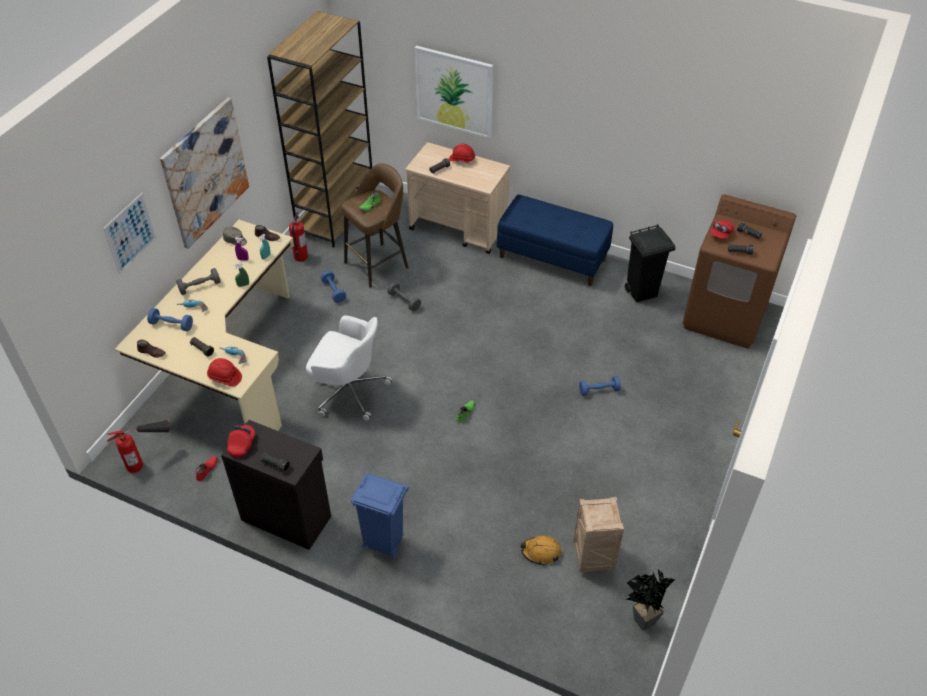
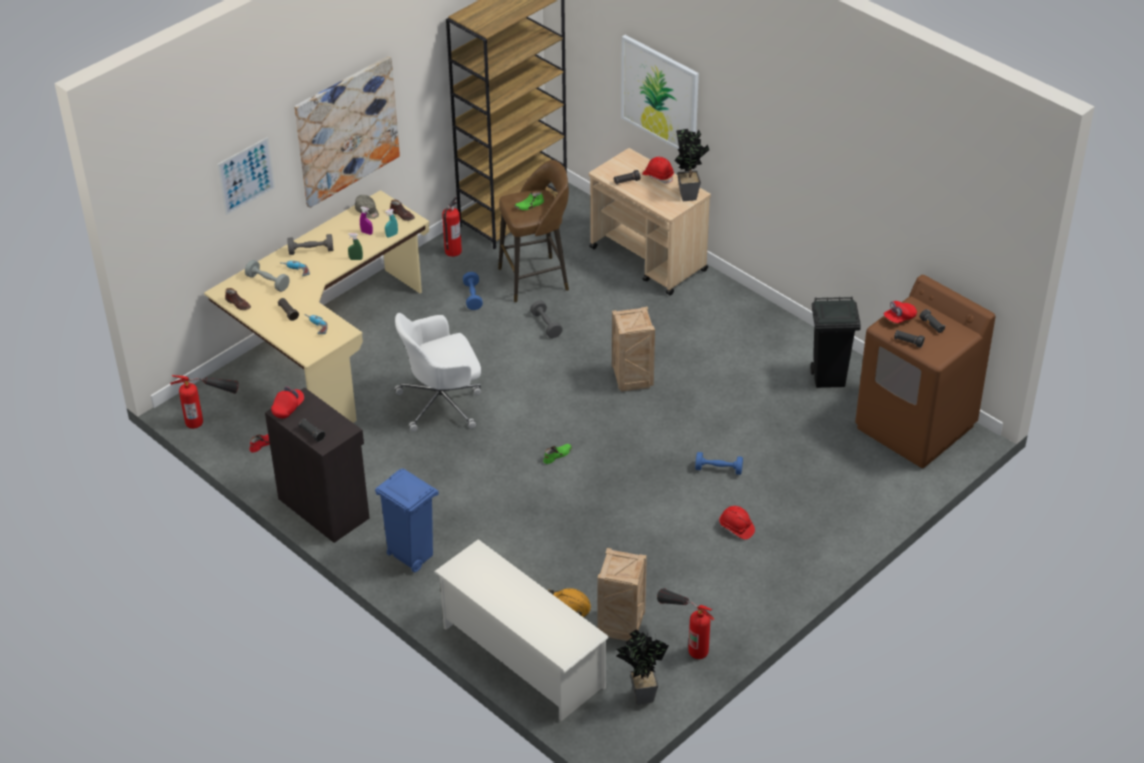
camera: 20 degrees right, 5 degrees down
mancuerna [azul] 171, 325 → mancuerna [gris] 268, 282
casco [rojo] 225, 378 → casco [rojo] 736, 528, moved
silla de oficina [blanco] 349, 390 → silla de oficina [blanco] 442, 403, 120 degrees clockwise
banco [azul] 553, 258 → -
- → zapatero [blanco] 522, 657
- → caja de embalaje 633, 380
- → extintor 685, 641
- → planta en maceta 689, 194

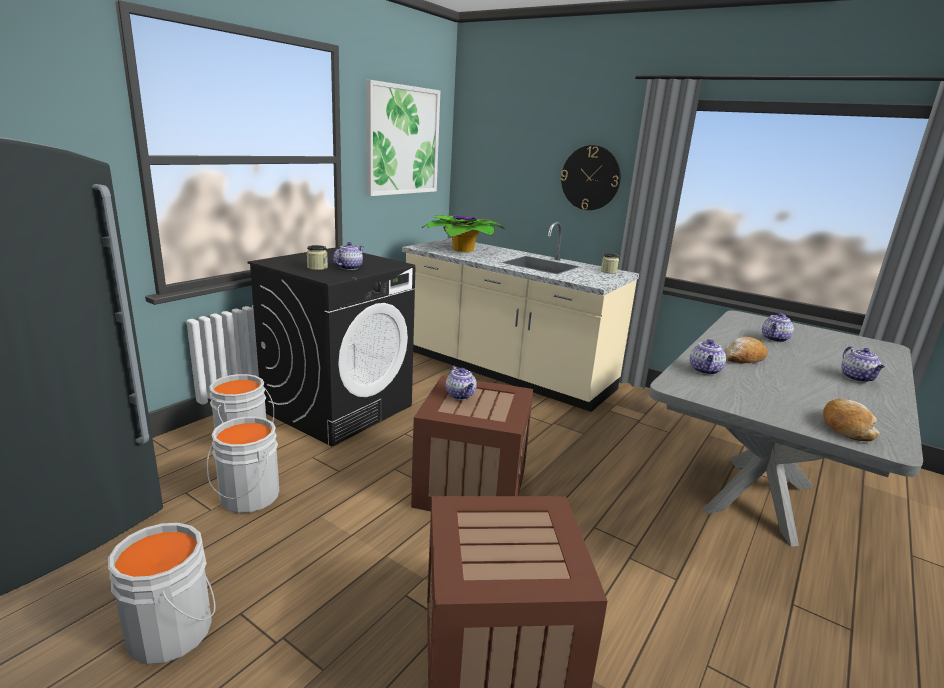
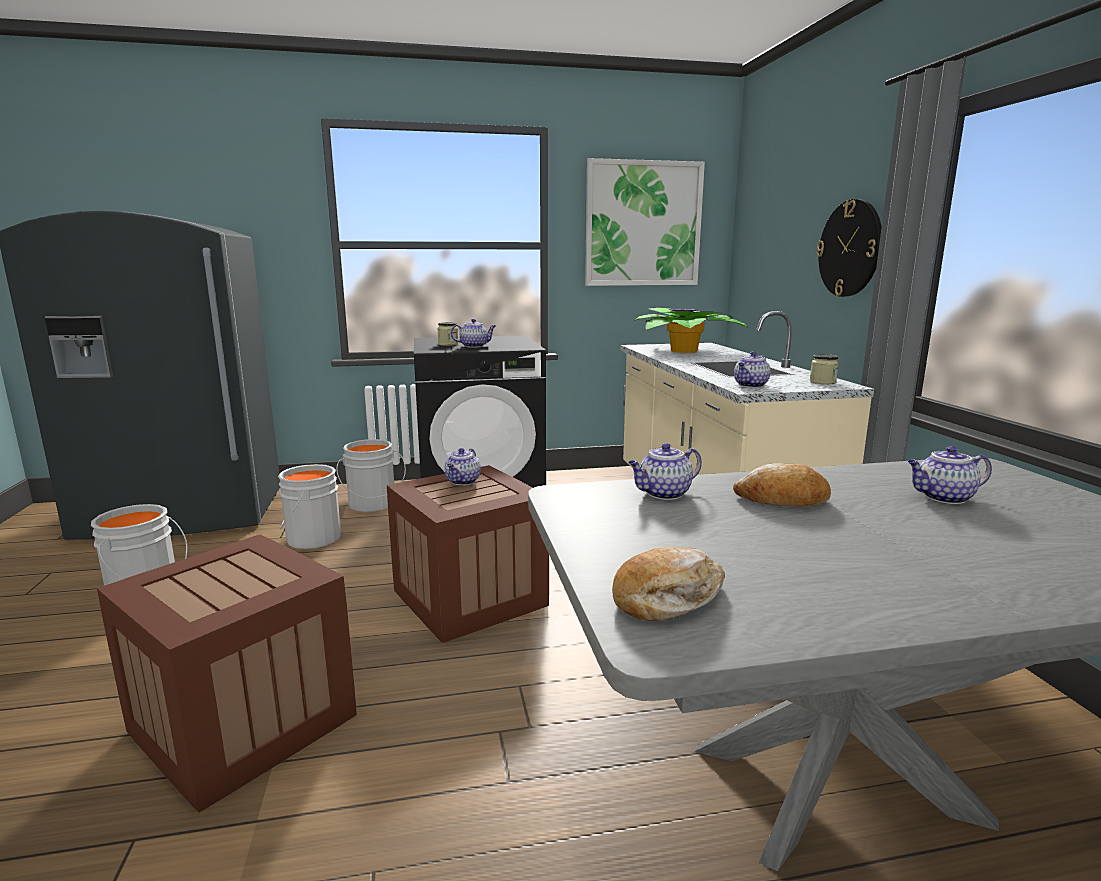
camera: 45 degrees right, 5 degrees down
tetera 858, 378 → tetera 751, 385, moved

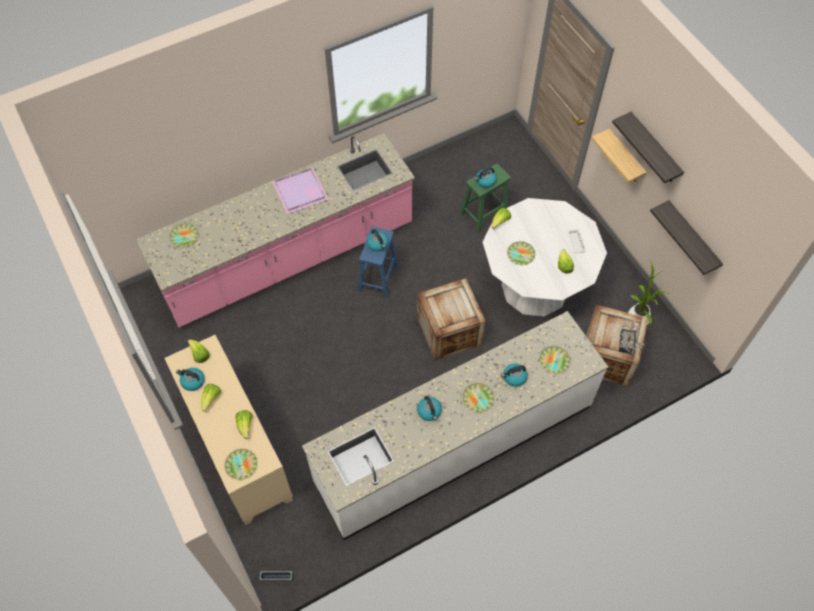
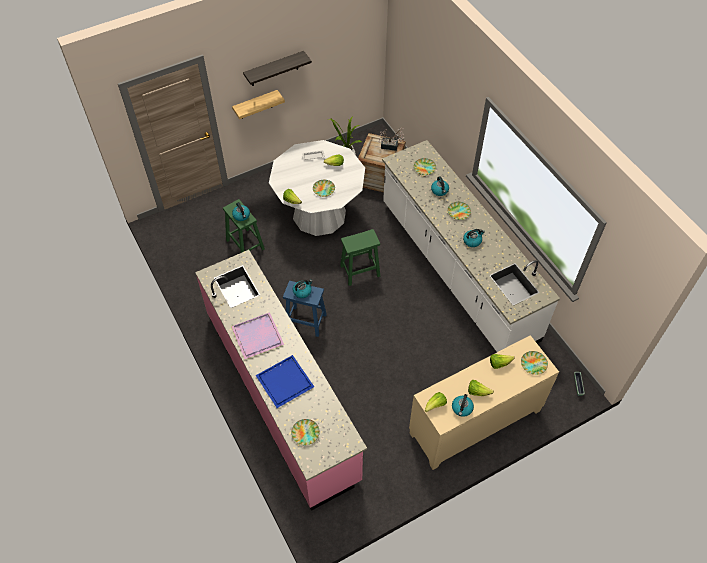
camera: 90 degrees left, 5 degrees down
caja de embalaje 449, 331 → taburete [verde] 359, 271
estante 692, 238 → -
- → bandeja [azul] 285, 381

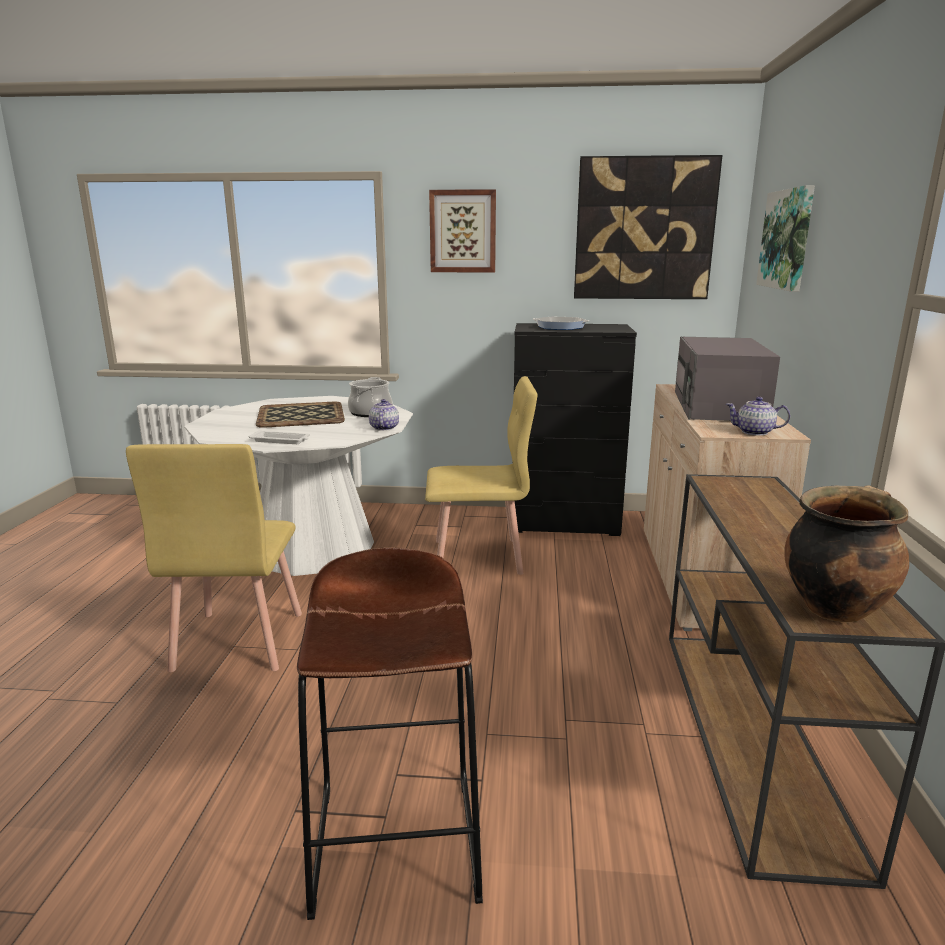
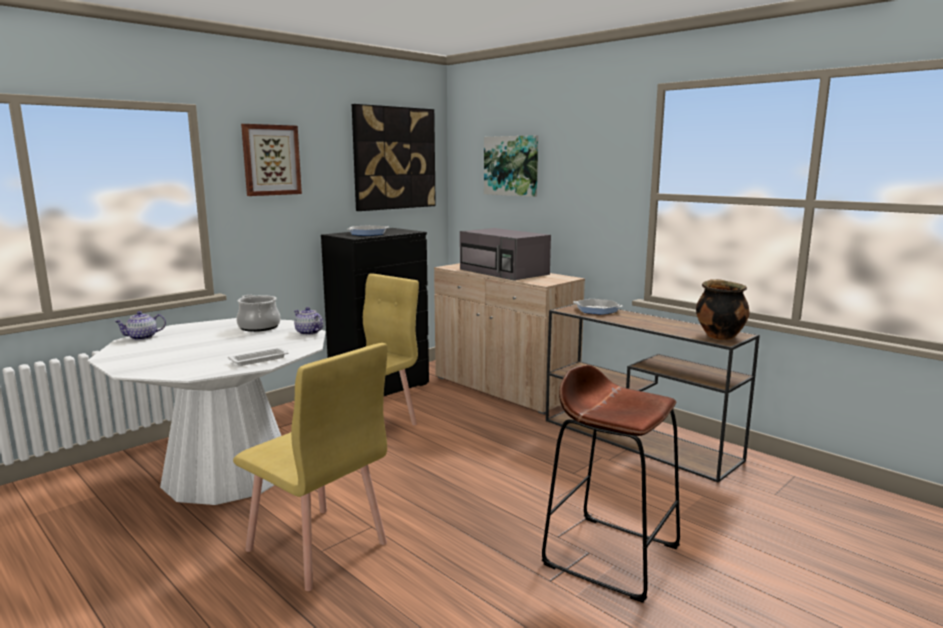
camera: 50 degrees left, 5 degrees down
bandeja 300, 415 → -
tetera 755, 432 → tetera 142, 337, moved
- → sartén 597, 310

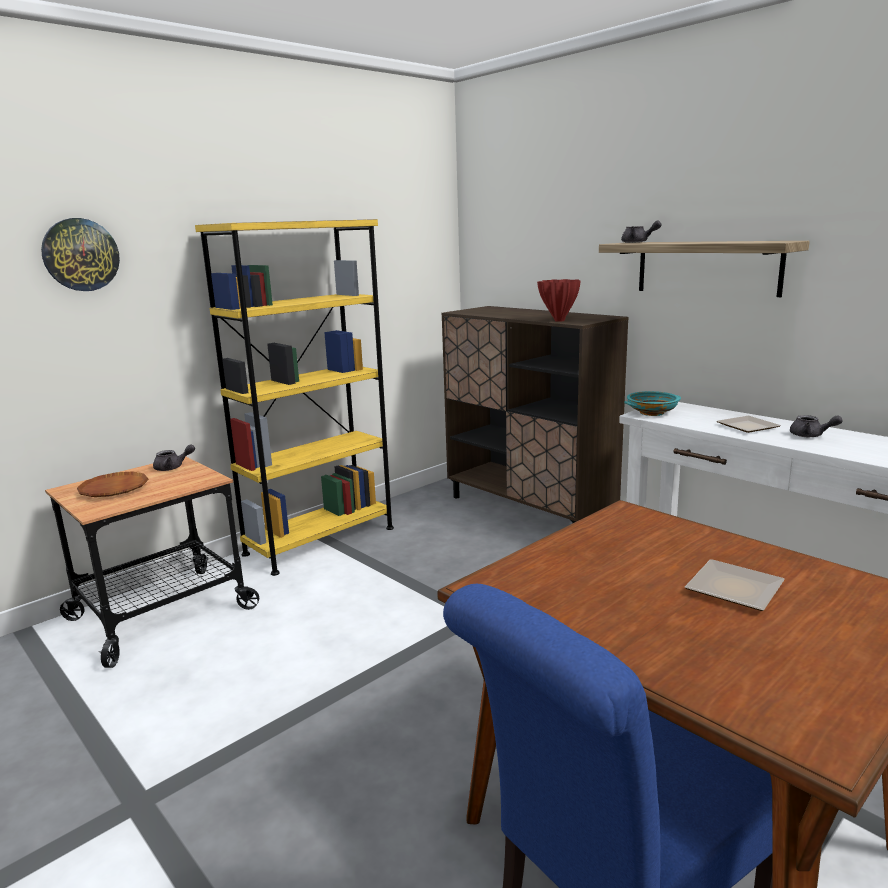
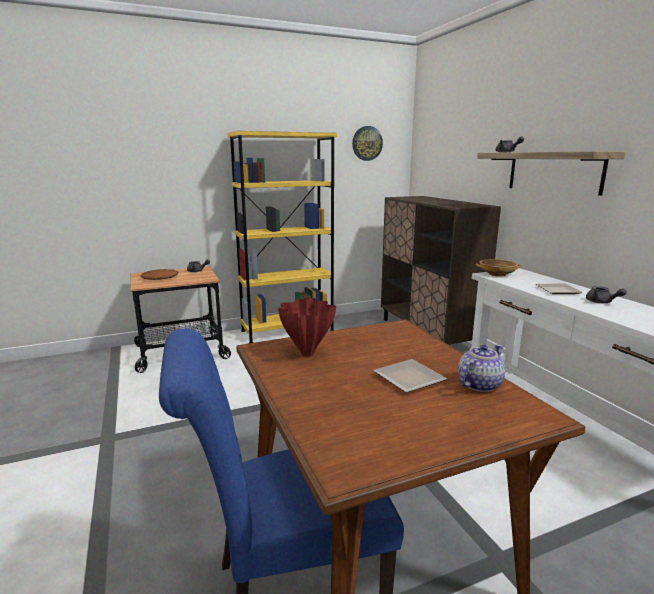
camera: 20 degrees right, 0 degrees up
reloj de pared 80, 255 → reloj de pared 367, 143, moved
florero [rojo] 559, 320 → florero [rojo] 307, 353, moved
cuenco [turquesa] 652, 412 → cuenco [beis] 497, 274
- → tetera 478, 384

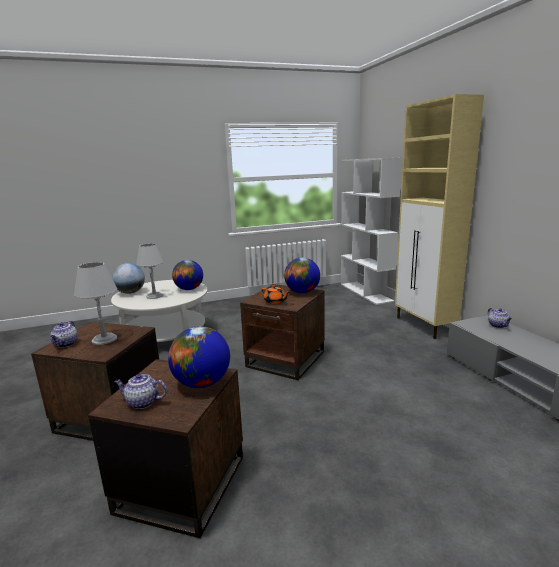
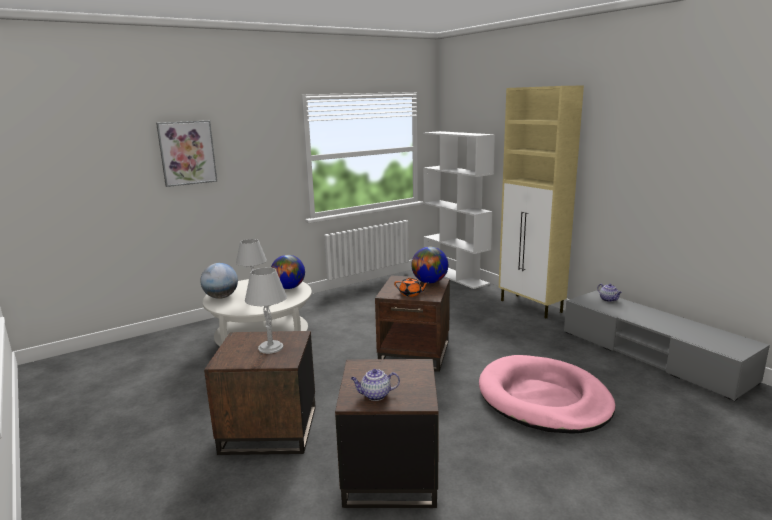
camera: 15 degrees left, 0 degrees up
tetera 65, 344 → -
globo terráqueo 202, 383 → -
- → cuadro 187, 153
- → cama para perro [rosa] 543, 399

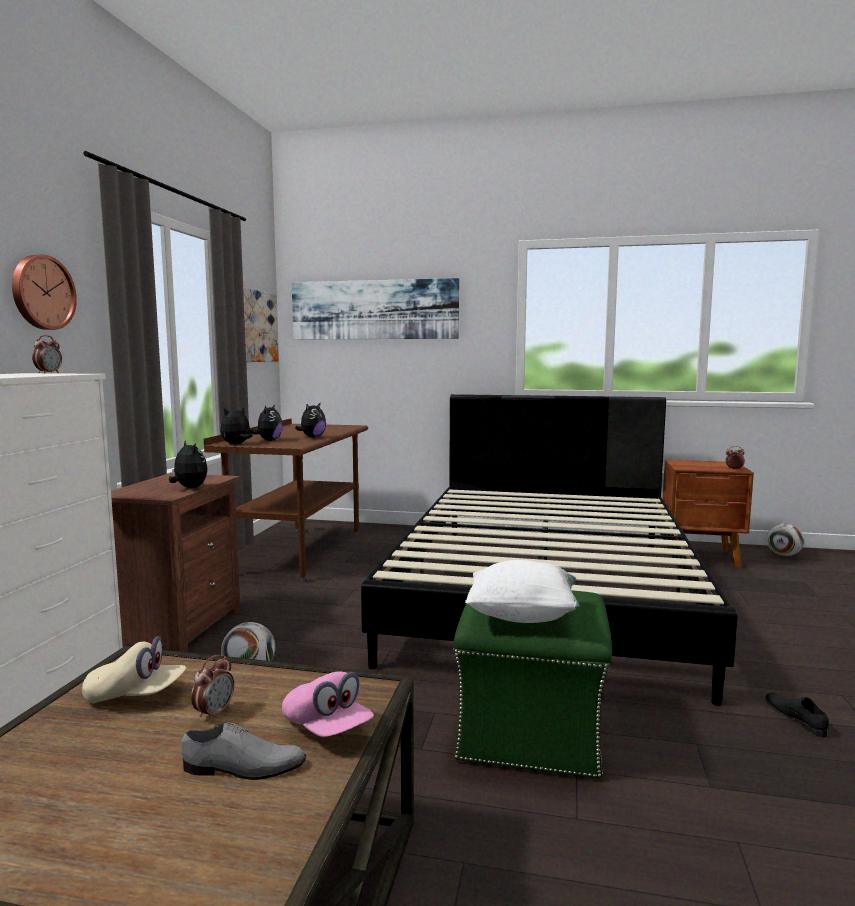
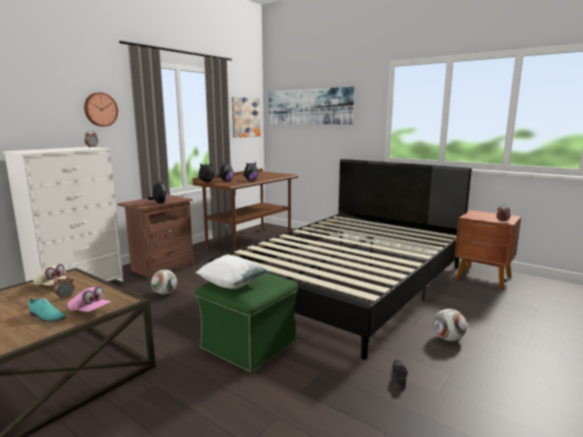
camera: 25 degrees right, 5 degrees up
zapato [gris] 243, 767 → zapato [turquesa] 46, 316
gorra [rosa] 327, 728 → gorra [rosa] 90, 311, 45 degrees counterclockwise
balón de fútbol 784, 555 → balón de fútbol 448, 339, moved

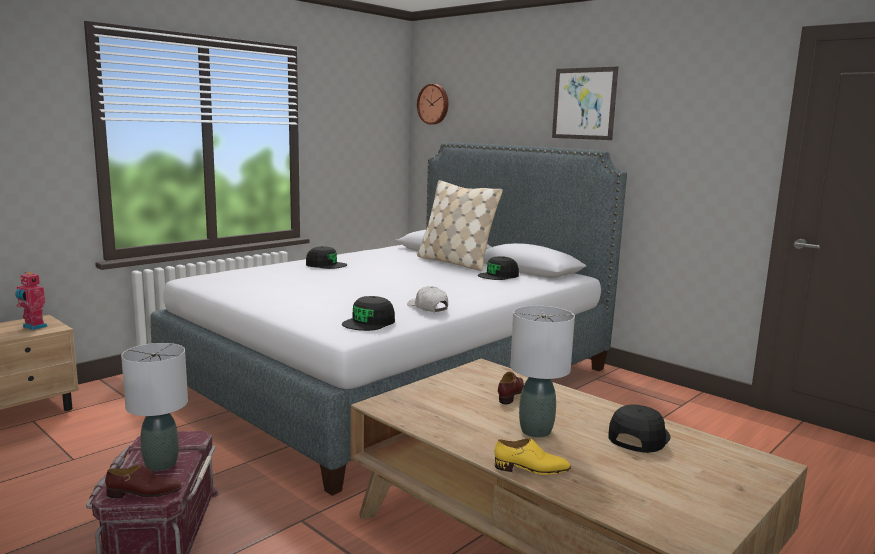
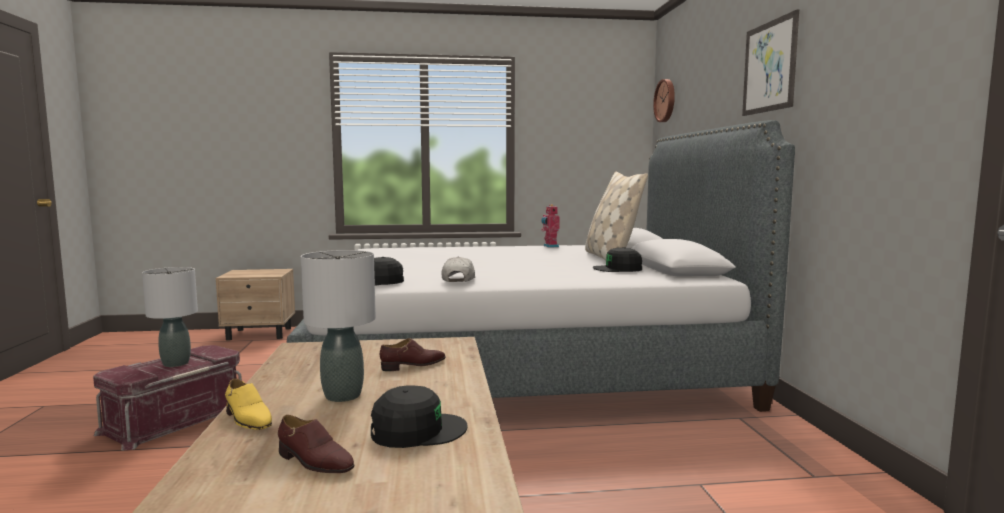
camera: 40 degrees right, 5 degrees down
robot de juguete 33, 327 → robot de juguete 550, 246, moved
zapato [marrón] 144, 493 → zapato [marrón] 314, 462, moved
gorra [negro] 326, 265 → -

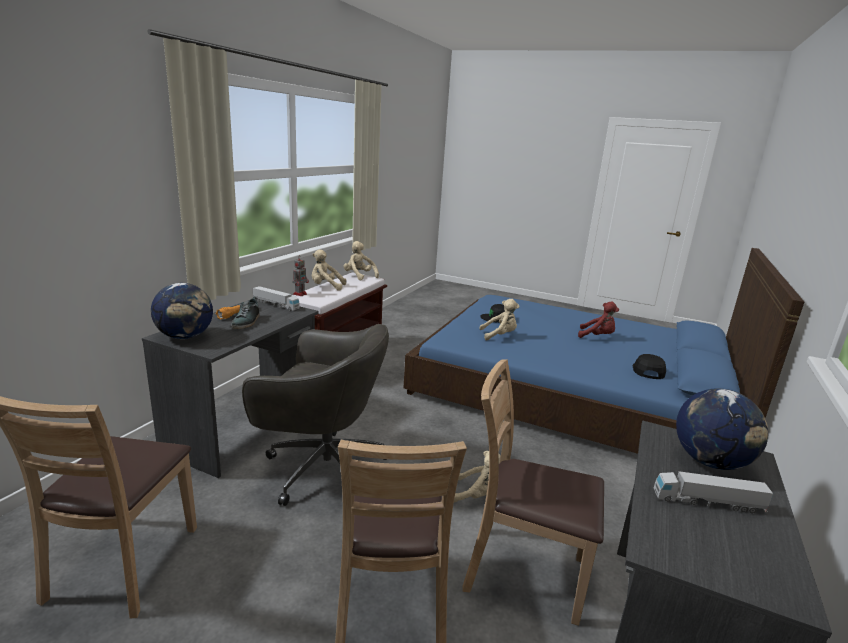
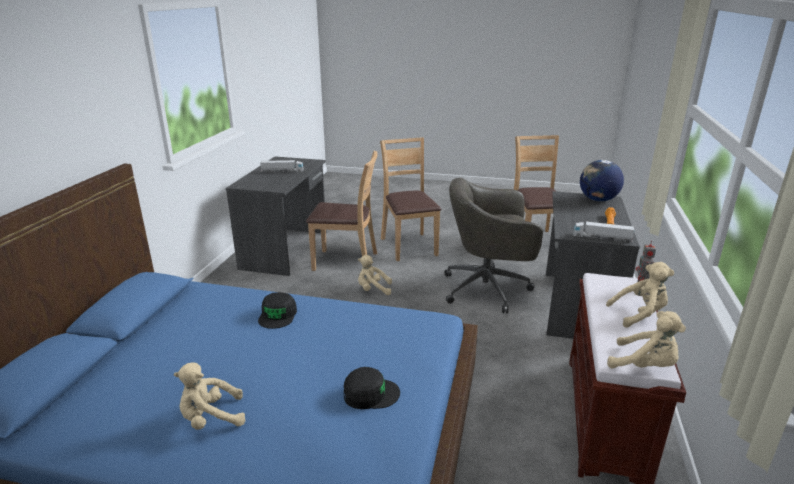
camera: 170 degrees right, 5 degrees up
zapato 246, 322 → -
peluche [beis] 499, 335 → peluche [beis] 211, 419, moved
peluche [rojo] 597, 336 → -
gorra [negro] 648, 371 → gorra [negro] 278, 315, moved
globo terráqueo 710, 462 → -

